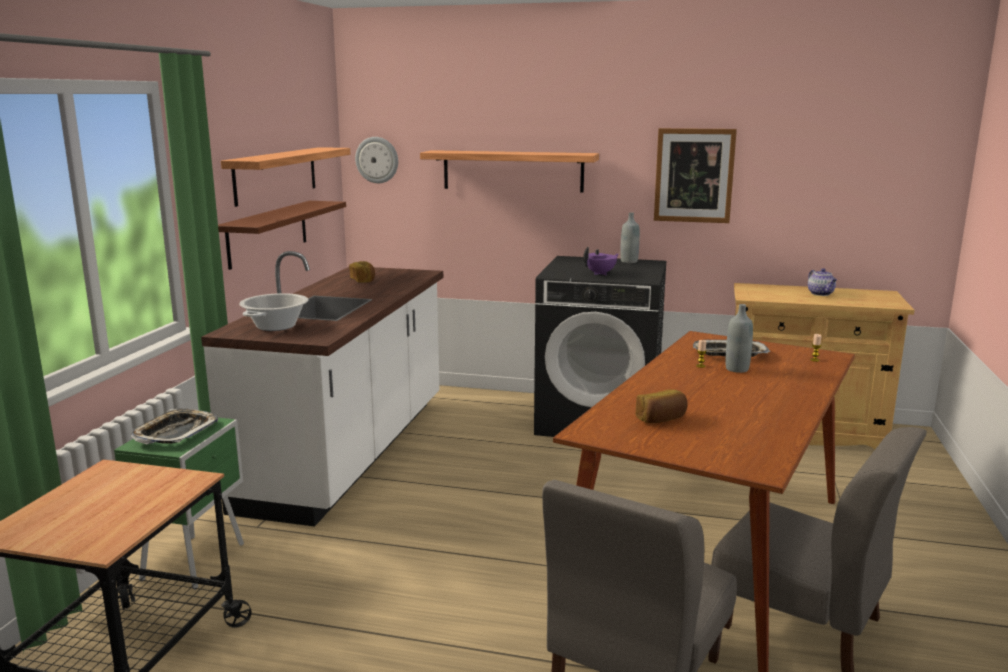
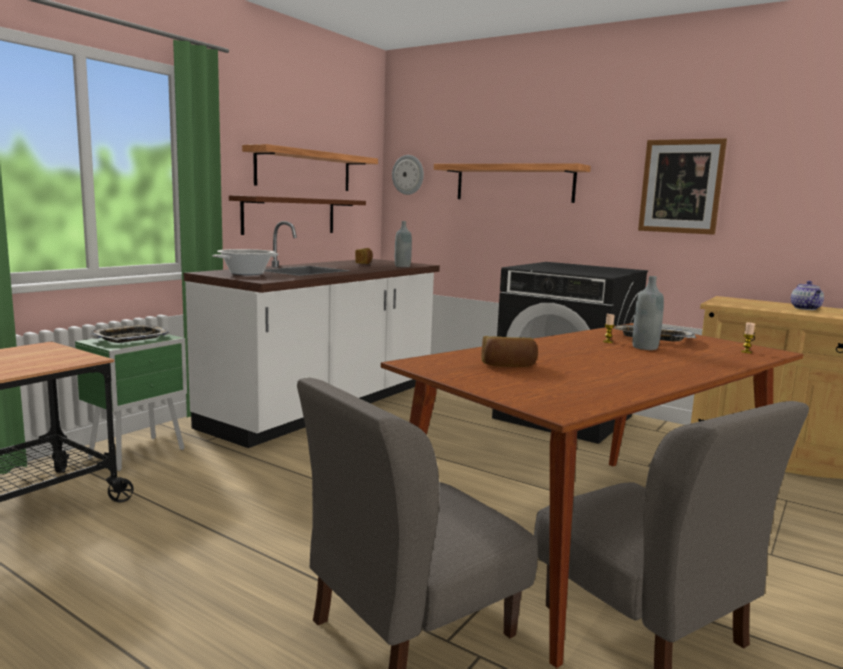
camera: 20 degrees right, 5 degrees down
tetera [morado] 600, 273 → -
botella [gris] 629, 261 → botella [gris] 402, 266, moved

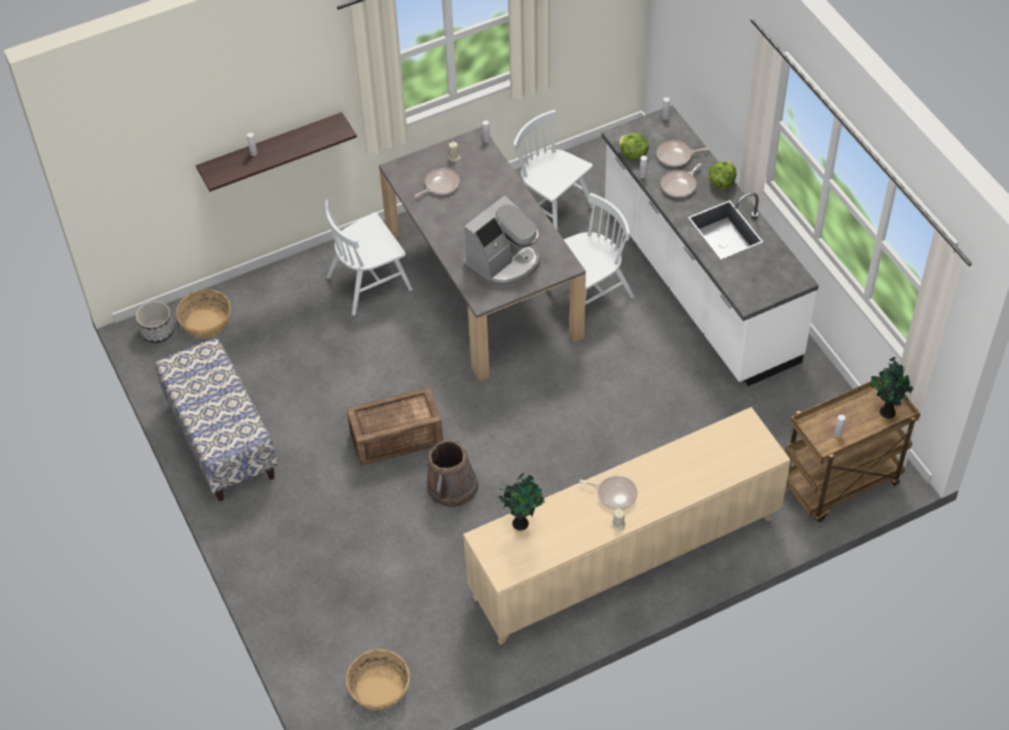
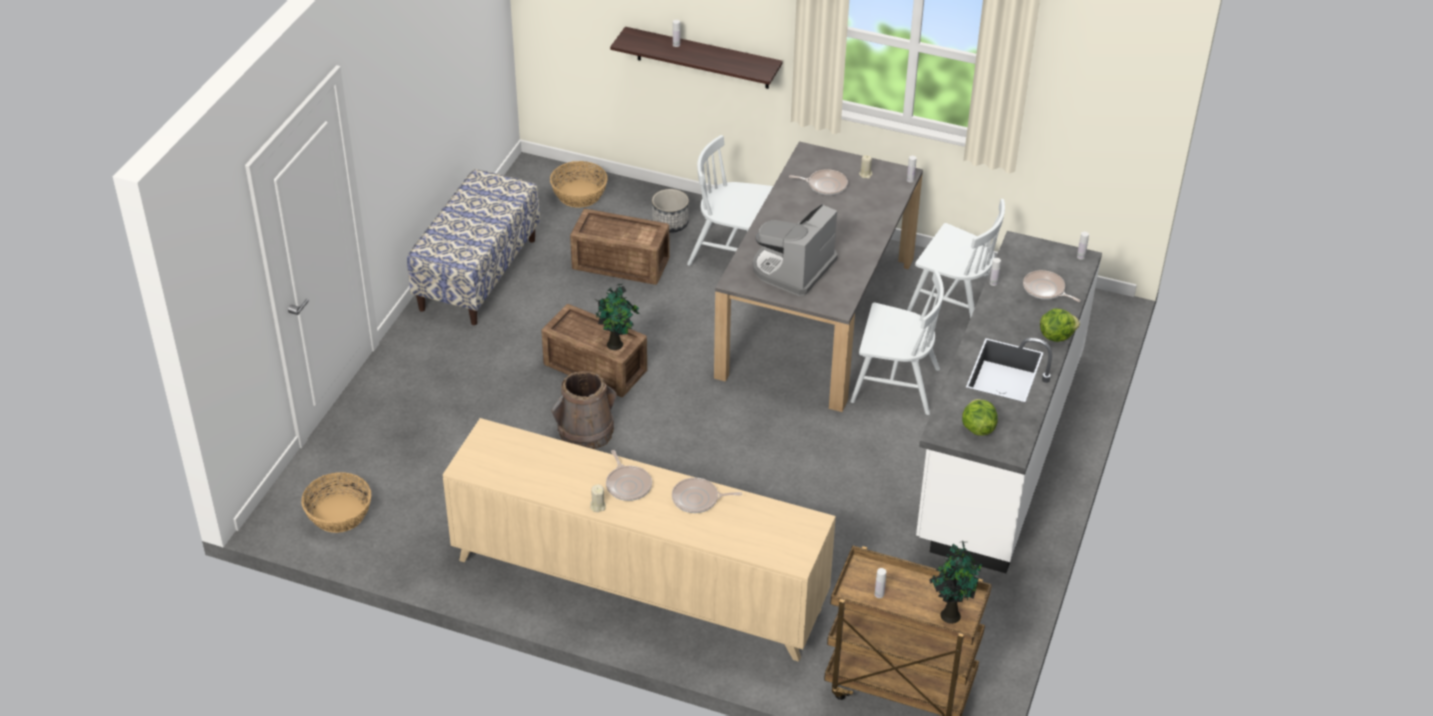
camera: 45 degrees right, 10 degrees down
maceta 157, 331 → maceta 670, 223, moved
cafetera 504, 262 → cafetera 793, 269, 120 degrees clockwise
planta en maceta 521, 522 → planta en maceta 616, 344, moved
silla [blanco] 551, 209 → silla [blanco] 953, 305, 120 degrees clockwise
lechuga 632, 155 → lechuga 977, 428, moved
sartén 680, 185 → sartén 698, 499, moved
- → caja de embalaje 619, 262

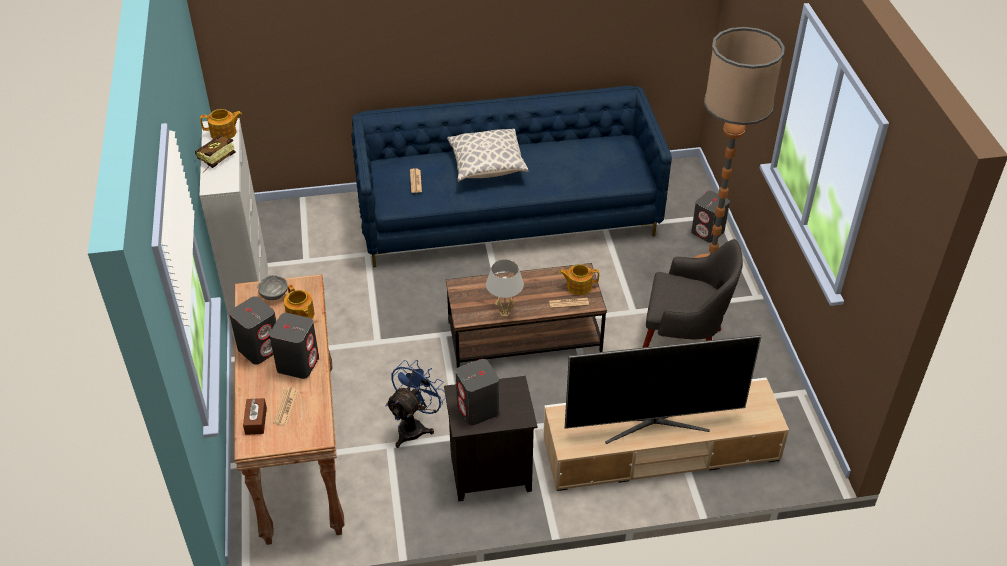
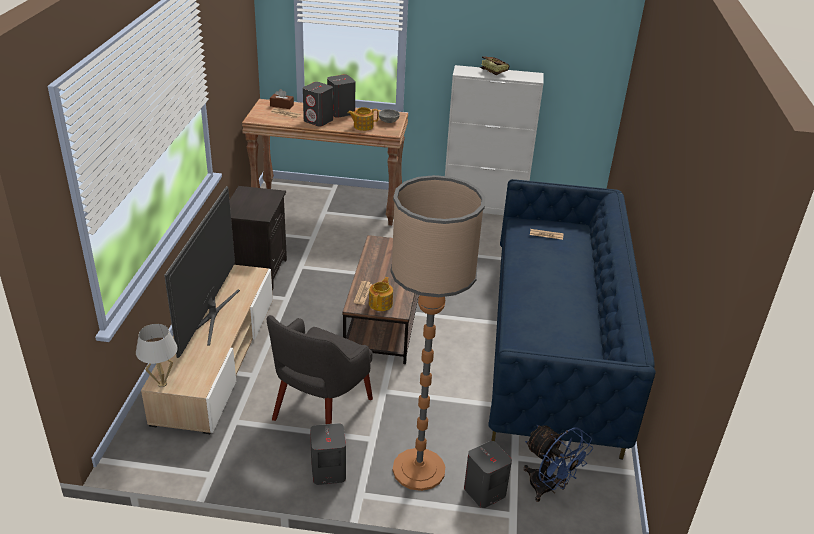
camera: 105 degrees right, 10 degrees down
tetera 224, 133 → -
ventilador [azul] 415, 426 → ventilador [azul] 548, 488, moved
cojín 487, 166 → -
altavoz [gris] 478, 409 → altavoz [gris] 327, 471, moved
lámpara de mesa [blanco] 505, 313 → lámpara de mesa [blanco] 162, 384, moved

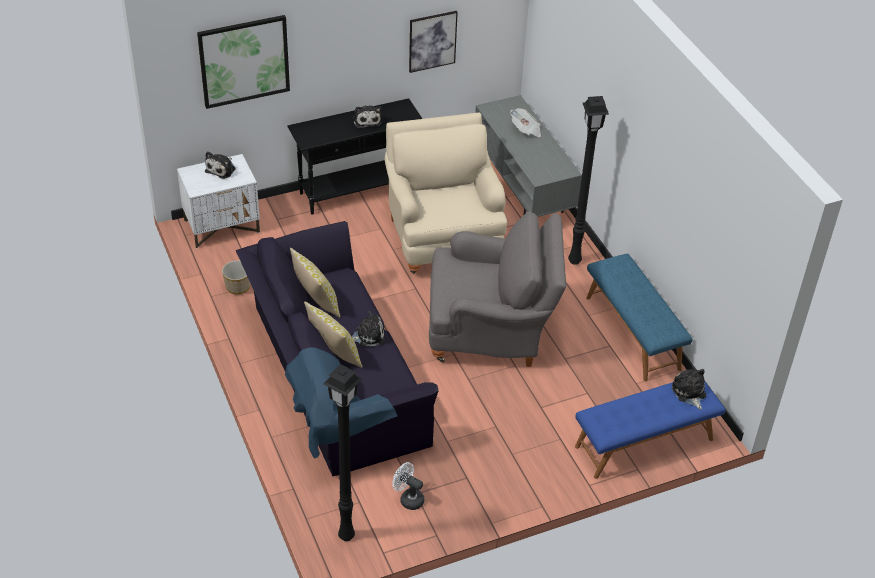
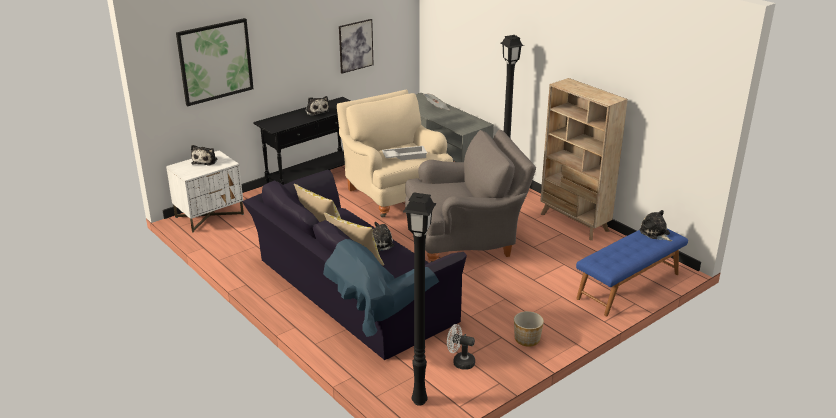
camera: 15 degrees left, 15 degrees down
maceta 237, 287 → maceta 526, 339, moved
banco [azul] 633, 332 → estantería [beis] 574, 222
- → bandeja [blanco] 404, 156

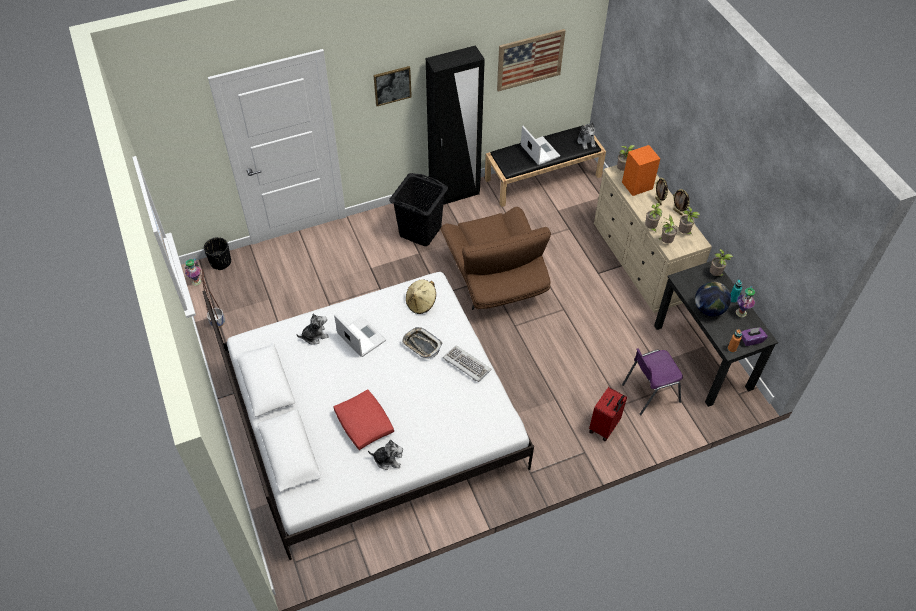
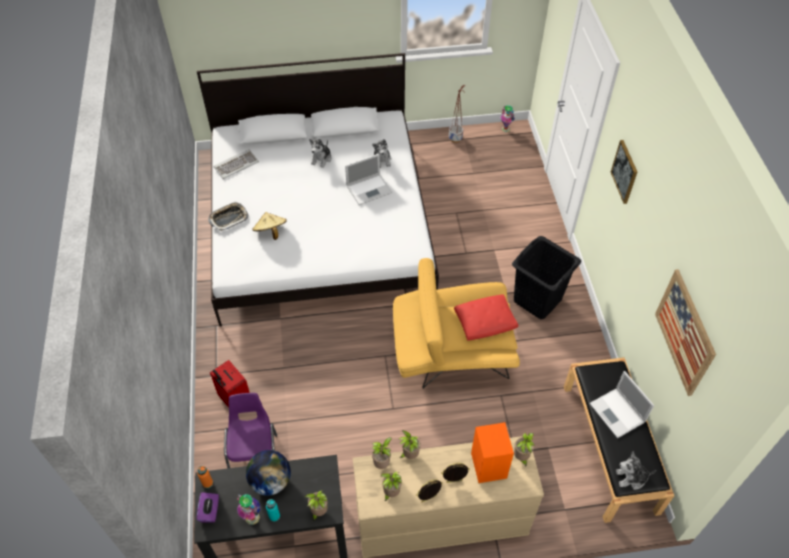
camera: 105 degrees right, 0 degrees up
maceta [negro] 220, 262 → -
cojín [rojo] 363, 423 → cojín [rojo] 485, 322, moved
peluche 388, 459 → peluche 321, 159, moved
bandeja 421, 345 → bandeja 228, 218, moved
sombrero [beis] 421, 303 → sombrero [beis] 270, 232, moved
armario ropero [negro] 454, 195 → -
sillón [marrón] 495, 280 → sillón [amarillo] 452, 353
teclado 466, 365 → teclado 236, 165, moved
portátil 539, 151 → portátil 618, 413, 75 degrees clockwise

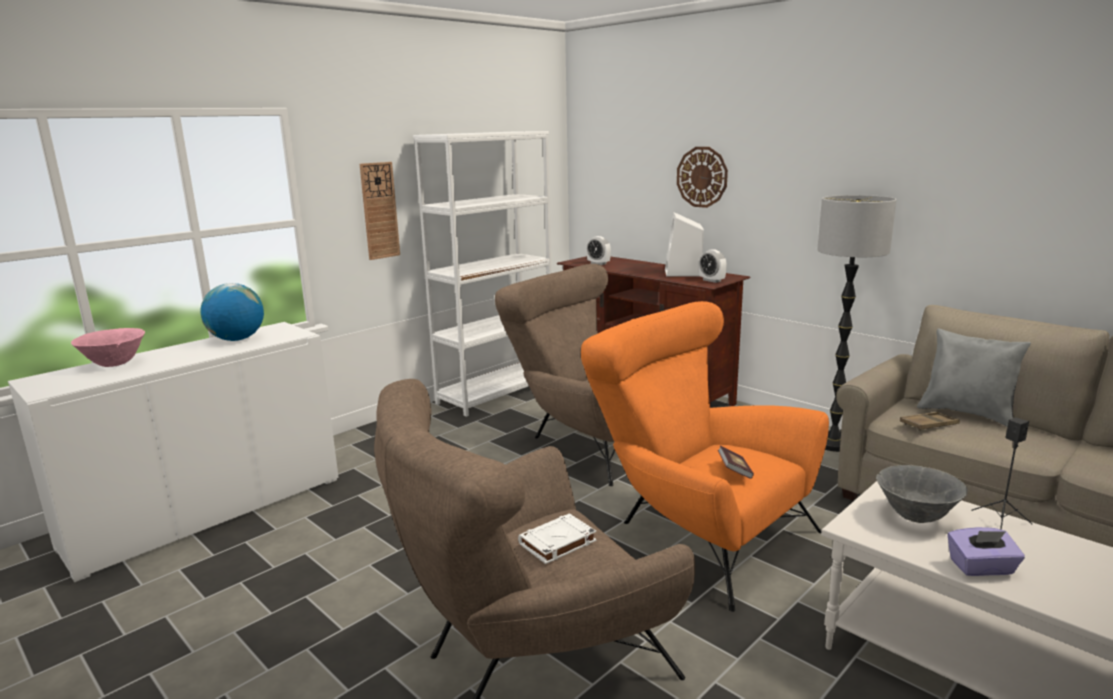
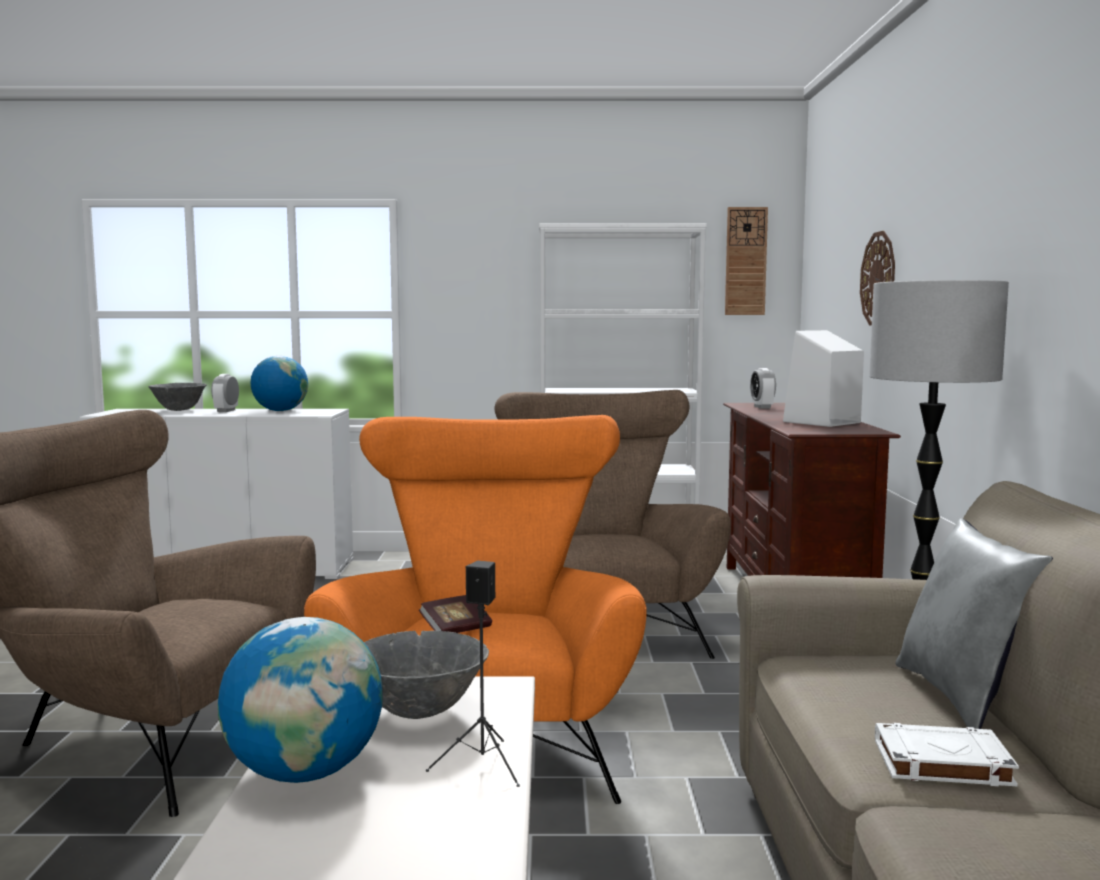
camera: 45 degrees right, 10 degrees down
cuenco [rosa] 115, 364 → cuenco [gris] 179, 410
reloj de pared 379, 210 → reloj de pared 745, 261, moved
libro [blanco] 557, 543 → libro [blanco] 940, 763, moved
despertador 712, 280 → despertador 226, 411, moved
bandeja [marrón] 929, 425 → -
caja de pañuelos [morado] 981, 568 → globo terráqueo 305, 773

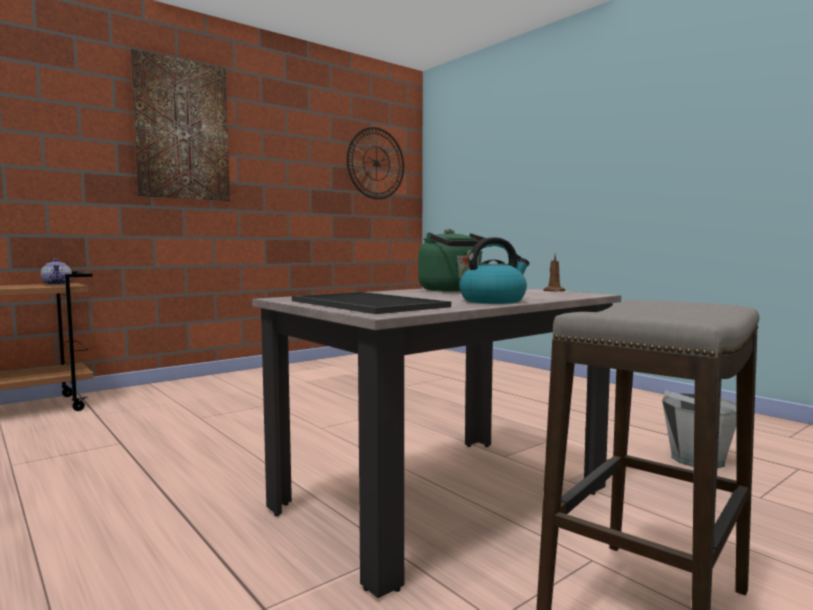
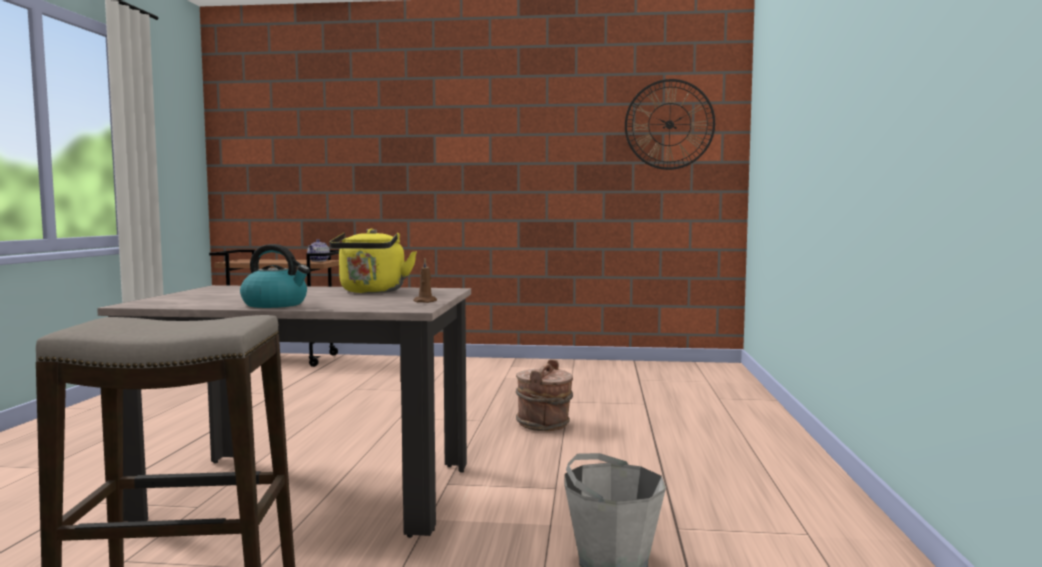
camera: 45 degrees right, 0 degrees up
cuadro 182, 130 → -
bandeja 364, 304 → -
hervidor [verde] 453, 290 → hervidor [amarillo] 371, 291
- → cubo [marrón] 544, 424

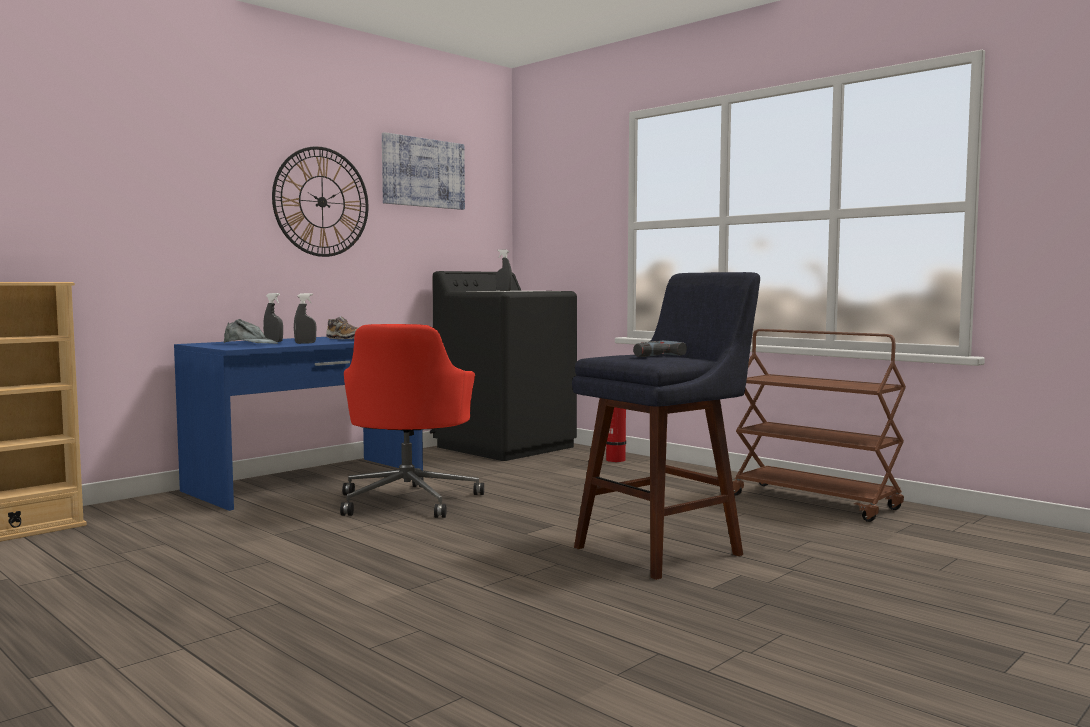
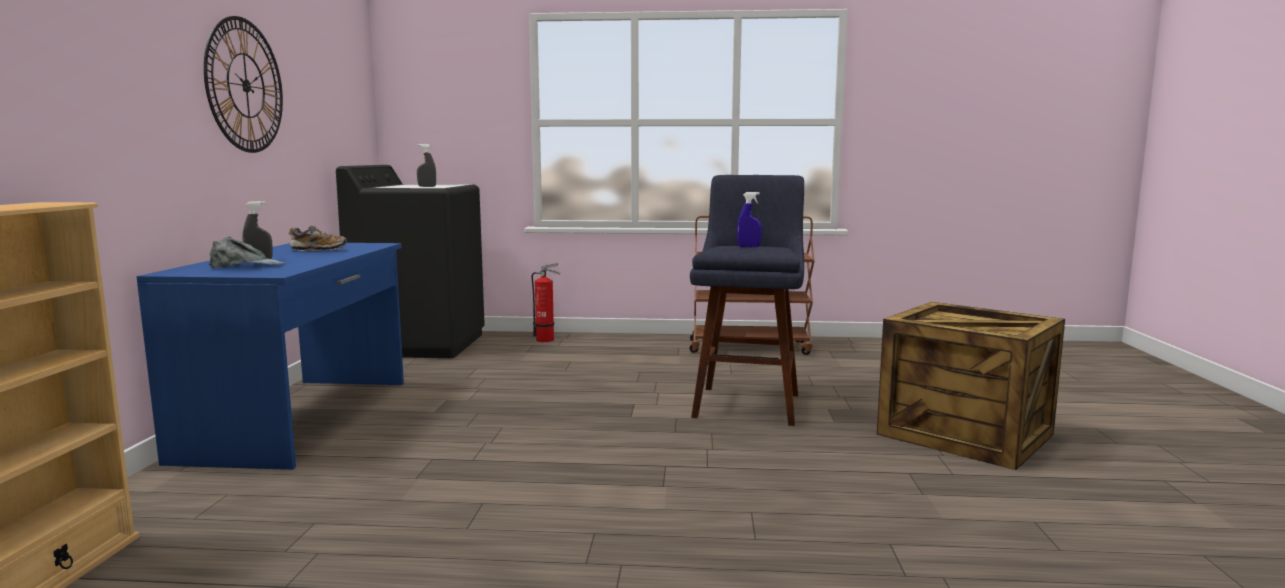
camera: 40 degrees left, 5 degrees up
pulverizador [gris] 305, 343 → -
silla de oficina [rojo] 409, 500 → -
cuadro 423, 173 → -
taladro 650, 355 → pulverizador [azul] 749, 247
- → caja de embalaje 966, 434

